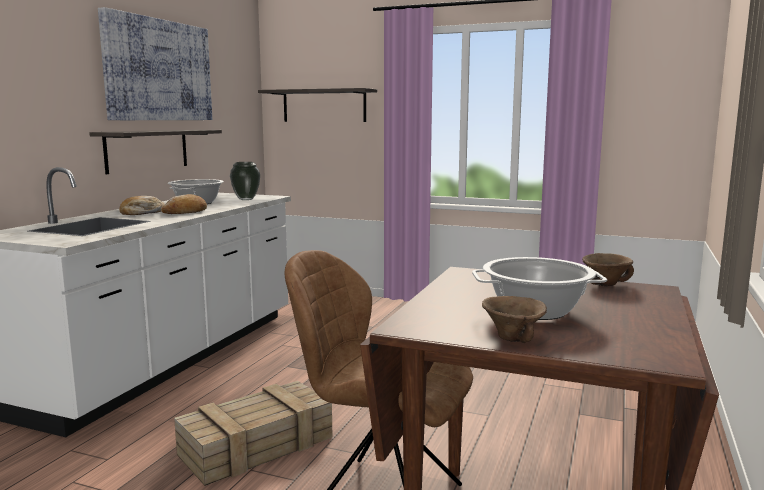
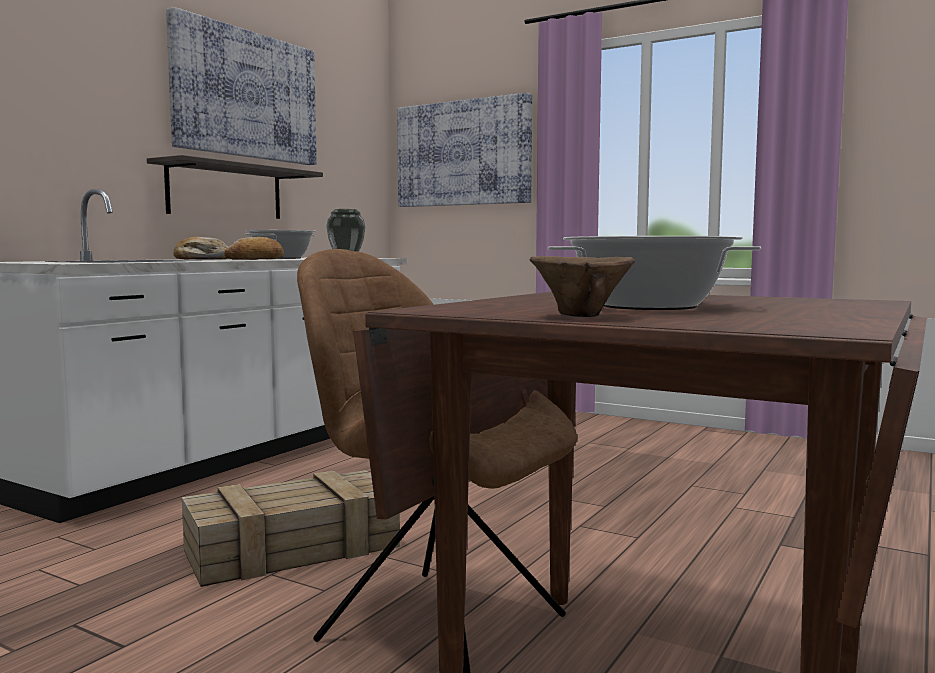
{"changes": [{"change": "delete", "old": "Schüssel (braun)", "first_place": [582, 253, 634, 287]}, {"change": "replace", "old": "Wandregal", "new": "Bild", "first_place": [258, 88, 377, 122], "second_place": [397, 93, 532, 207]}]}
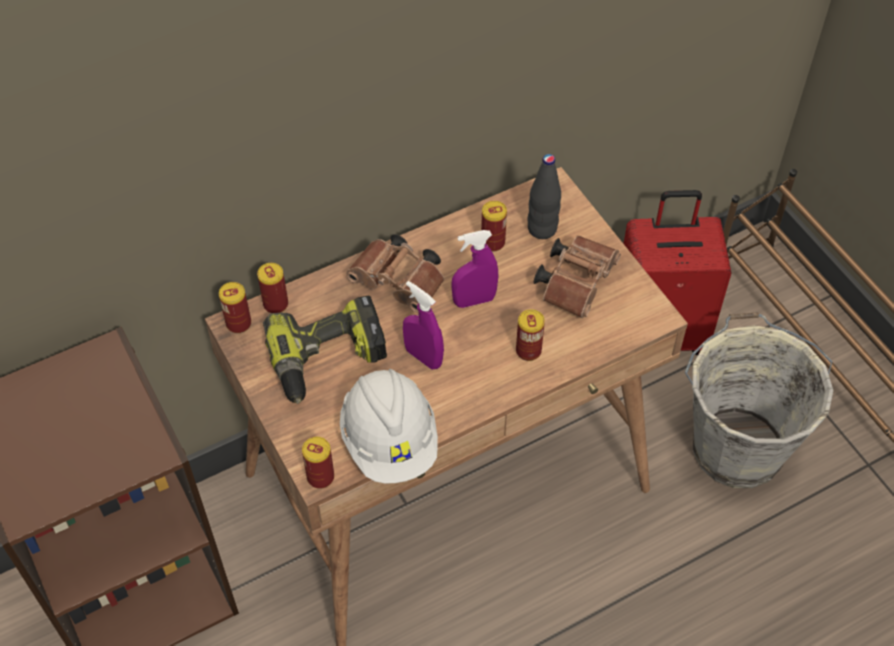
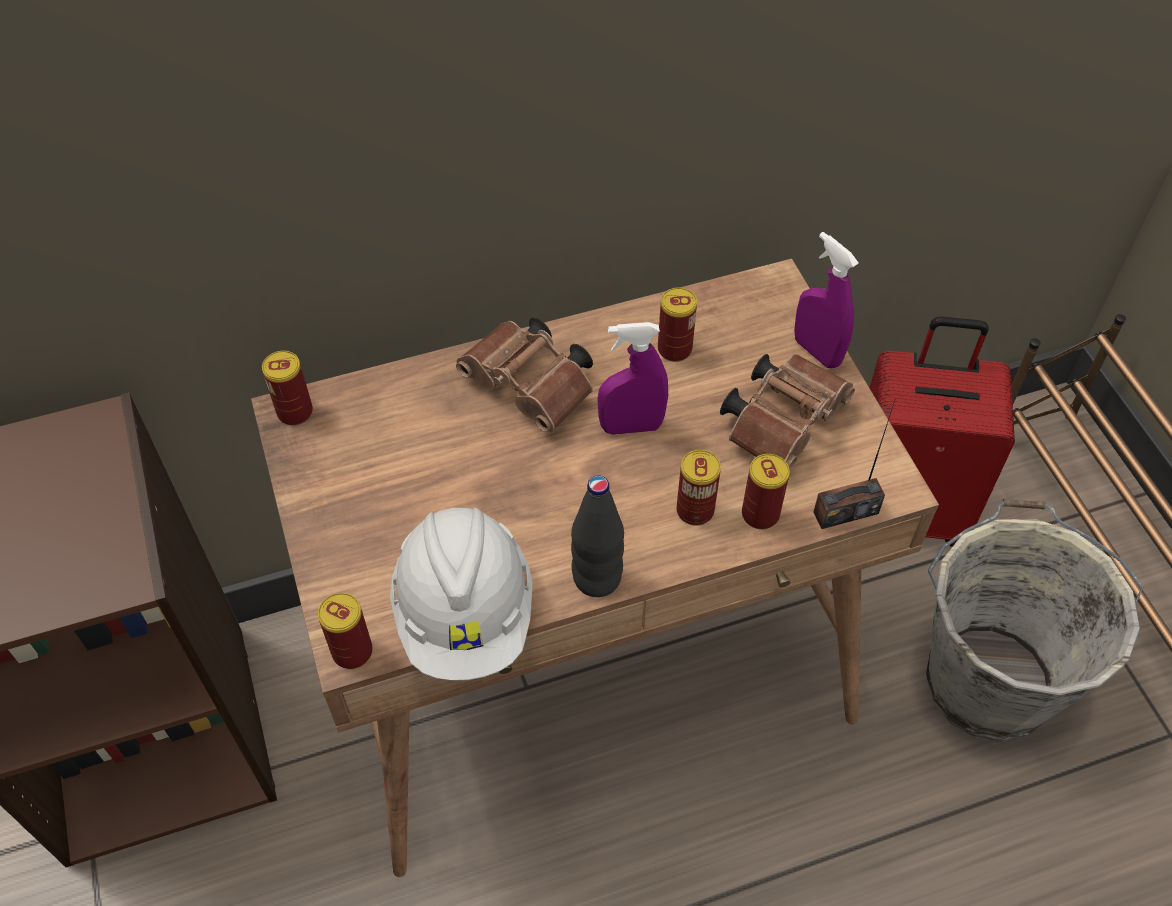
{"changes": [{"change": "delete", "old": "Bohrmaschine", "first_place": [263, 295, 387, 404]}, {"change": "insert", "new": "Radio", "second_place": [814, 398, 896, 529]}, {"change": "move", "old": "Dose", "first_place": [257, 263, 288, 313], "second_place": [742, 454, 790, 530]}, {"change": "move", "old": "Sprühflasche (lila)", "first_place": [403, 281, 444, 370], "second_place": [794, 232, 859, 369]}, {"change": "move", "old": "Flasche (schwarz)", "first_place": [527, 154, 561, 239], "second_place": [571, 475, 624, 597]}]}
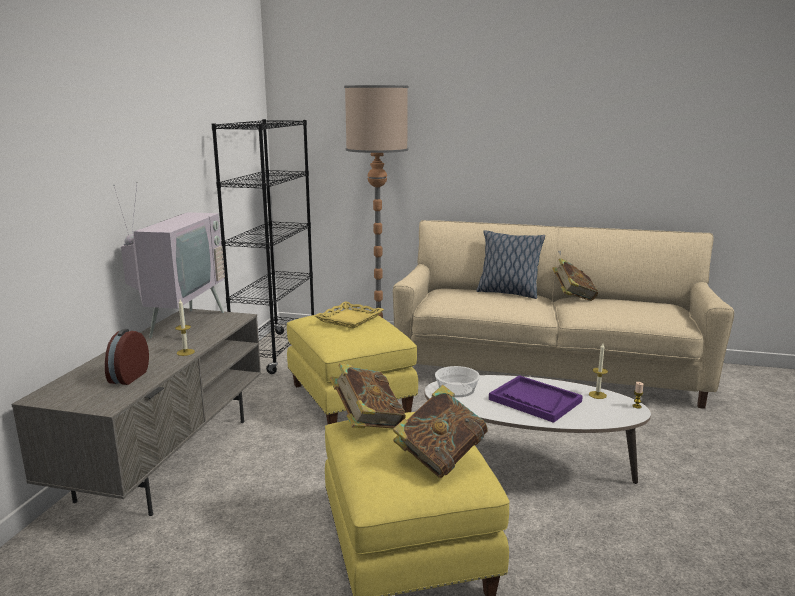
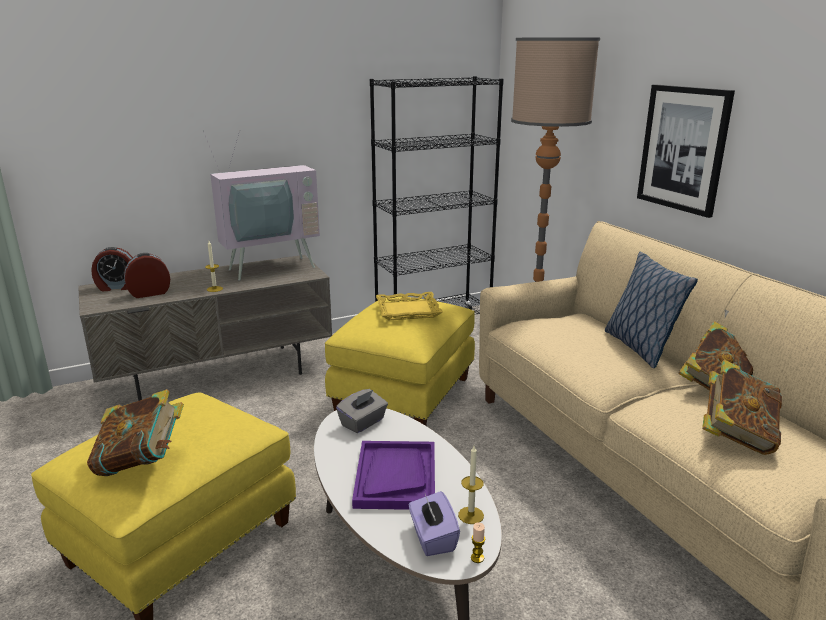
{"changes": [{"change": "insert", "new": "Wecker", "second_place": [91, 247, 133, 291]}, {"change": "insert", "new": "Taschentuchbox (lila)", "second_place": [409, 491, 460, 556]}, {"change": "insert", "new": "Bild", "second_place": [637, 85, 735, 218]}, {"change": "move", "old": "Buch", "first_place": [330, 363, 406, 428], "second_place": [702, 360, 782, 455]}, {"change": "replace", "old": "Schüssel", "new": "Taschentuchbox (grau)", "first_place": [435, 366, 480, 397], "second_place": [336, 389, 388, 433]}]}
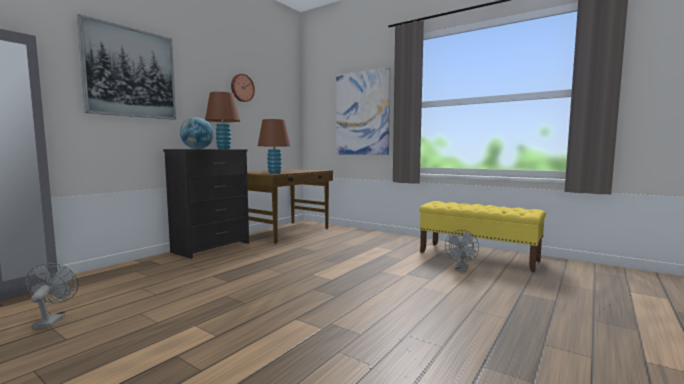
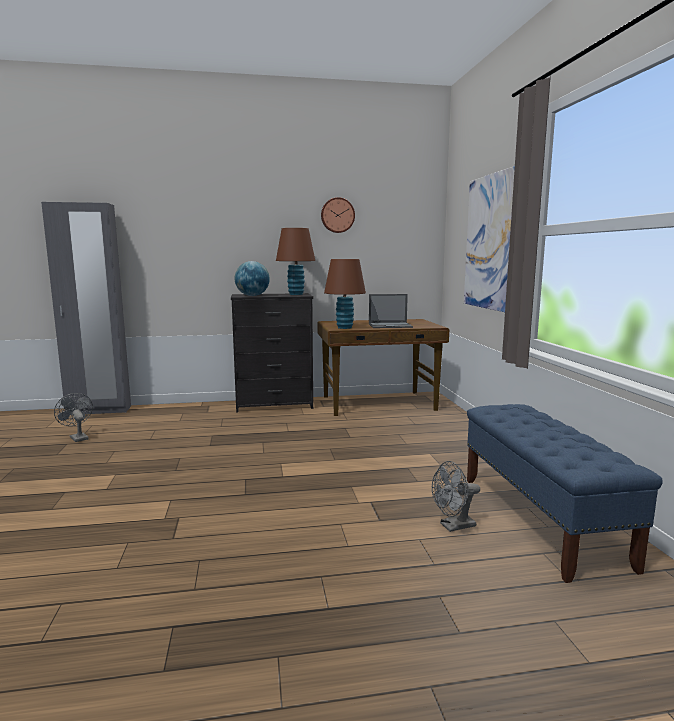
{"changes": [{"change": "delete", "old": "Bild", "first_place": [77, 14, 176, 120]}, {"change": "insert", "new": "Laptop", "second_place": [369, 294, 413, 328]}, {"change": "recolor", "old": "Bank (gelb)", "new": "Bank (blau)", "first_place": [419, 201, 546, 272], "second_place": [467, 404, 663, 583]}, {"change": "rotate", "old": "Ventilator (grau)", "first_place": [26, 263, 78, 329], "second_place": [54, 393, 93, 442], "degrees": -75}]}
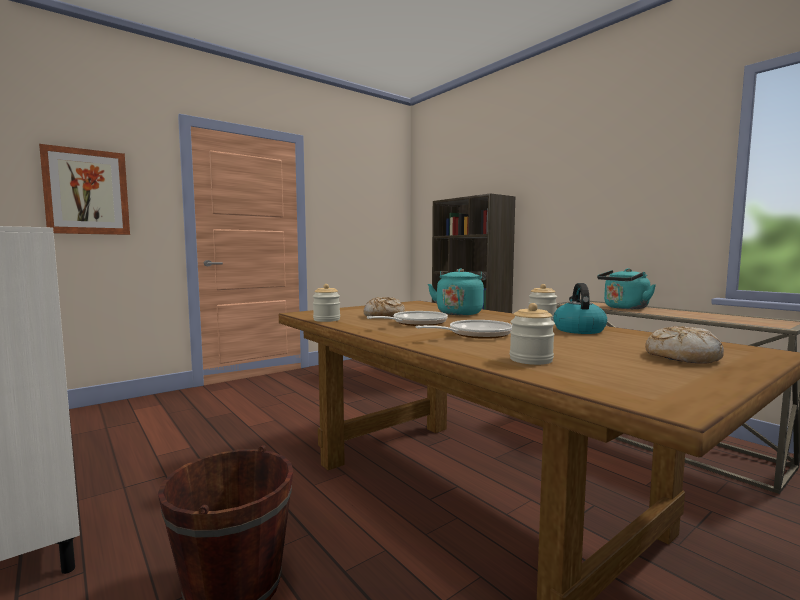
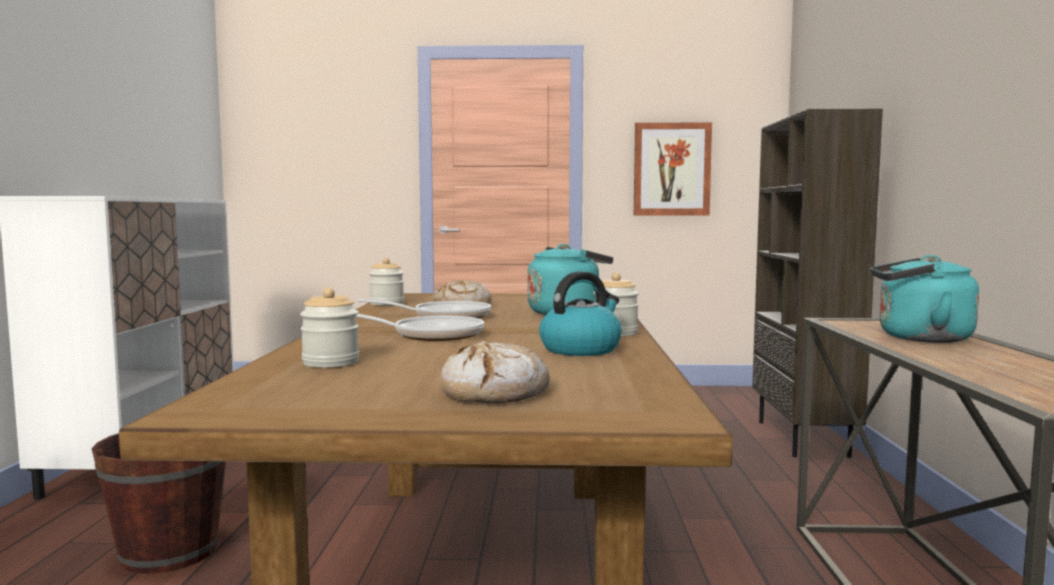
{"changes": [{"change": "move", "old": "Bild", "first_place": [39, 144, 130, 235], "second_place": [634, 123, 712, 216]}]}
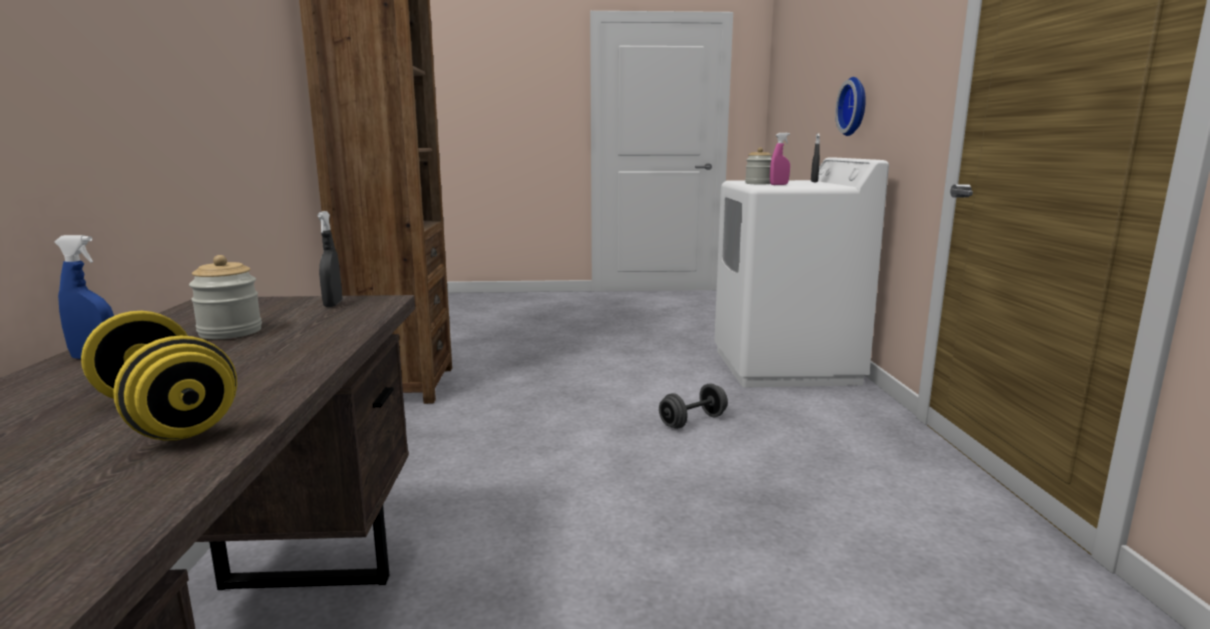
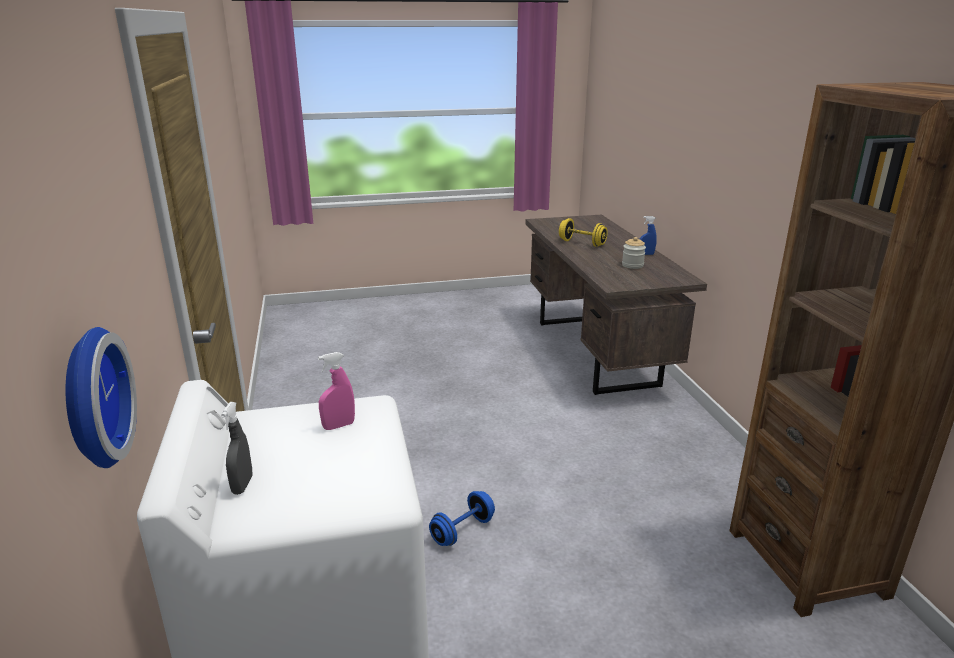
{"changes": [{"change": "delete", "old": "Sprühflasche (grau)", "first_place": [317, 211, 342, 307]}, {"change": "delete", "old": "Vorratsglas", "first_place": [745, 147, 772, 184]}, {"change": "recolor", "old": "Hantel (grau)", "new": "Hantel (blau)", "first_place": [659, 383, 728, 429], "second_place": [429, 491, 495, 546]}]}
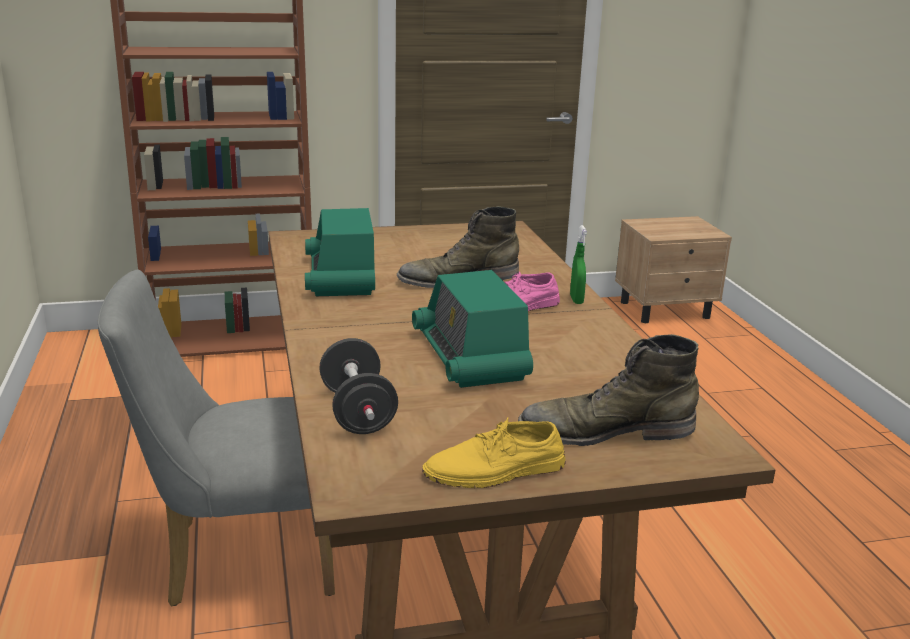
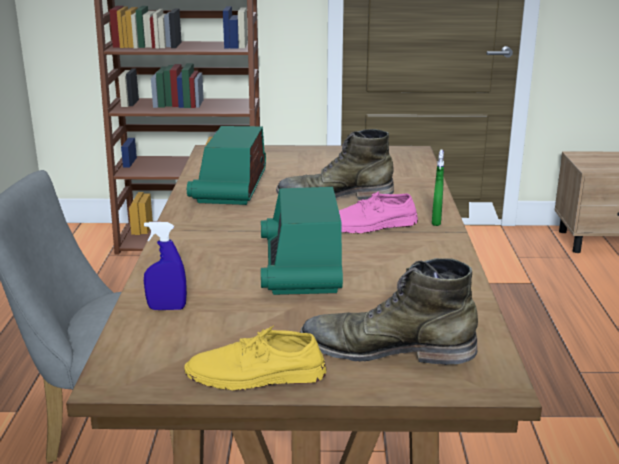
{"changes": [{"change": "replace", "old": "Hantel (schwarz)", "new": "Sprühflasche (blau)", "first_place": [319, 338, 398, 434], "second_place": [144, 222, 187, 310]}]}
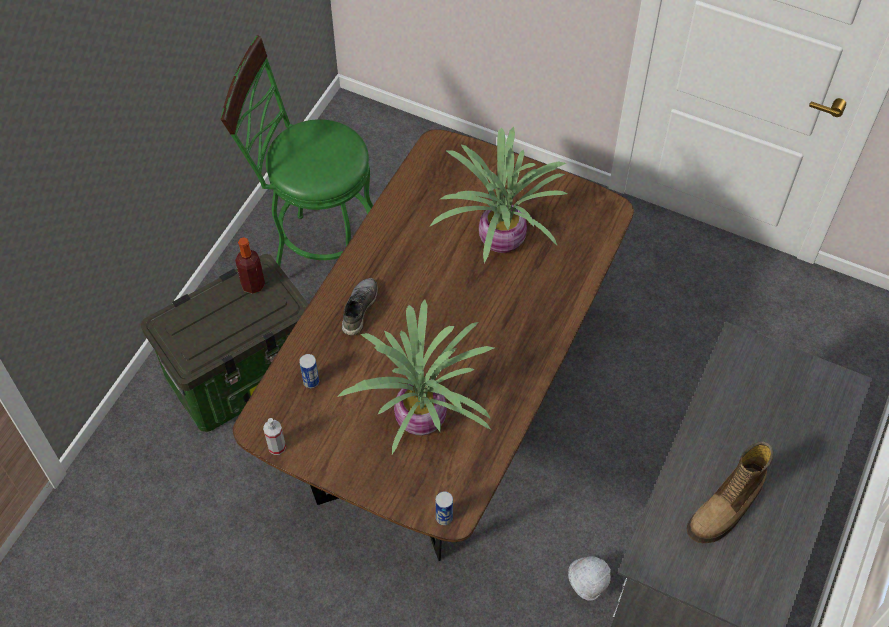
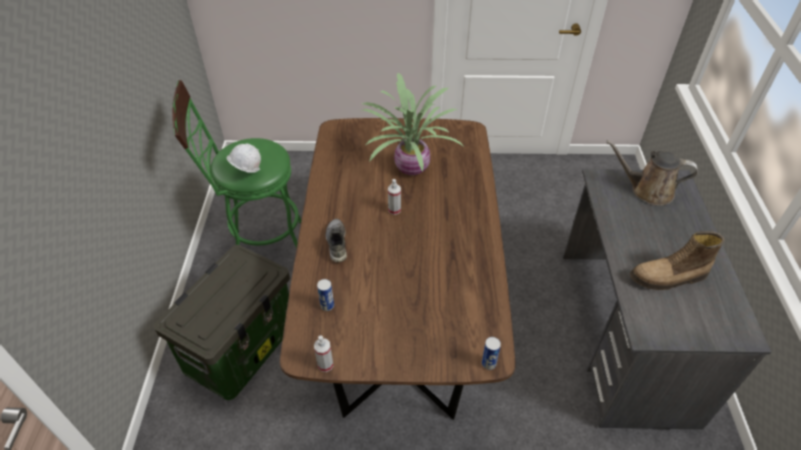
{"changes": [{"change": "delete", "old": "Flasche", "first_place": [235, 237, 265, 294]}, {"change": "delete", "old": "Topfpflanze", "first_place": [337, 299, 494, 454]}, {"change": "insert", "new": "Sprühflasche", "second_place": [388, 179, 401, 215]}, {"change": "insert", "new": "Gießkanne (braun)", "second_place": [606, 140, 698, 206]}, {"change": "move", "old": "Schutzhelm (weiß)", "first_place": [568, 556, 611, 601], "second_place": [227, 143, 261, 173]}, {"change": "rotate", "old": "Stiefel", "first_place": [687, 441, 773, 543], "second_place": [630, 231, 724, 290], "degrees": 60}]}
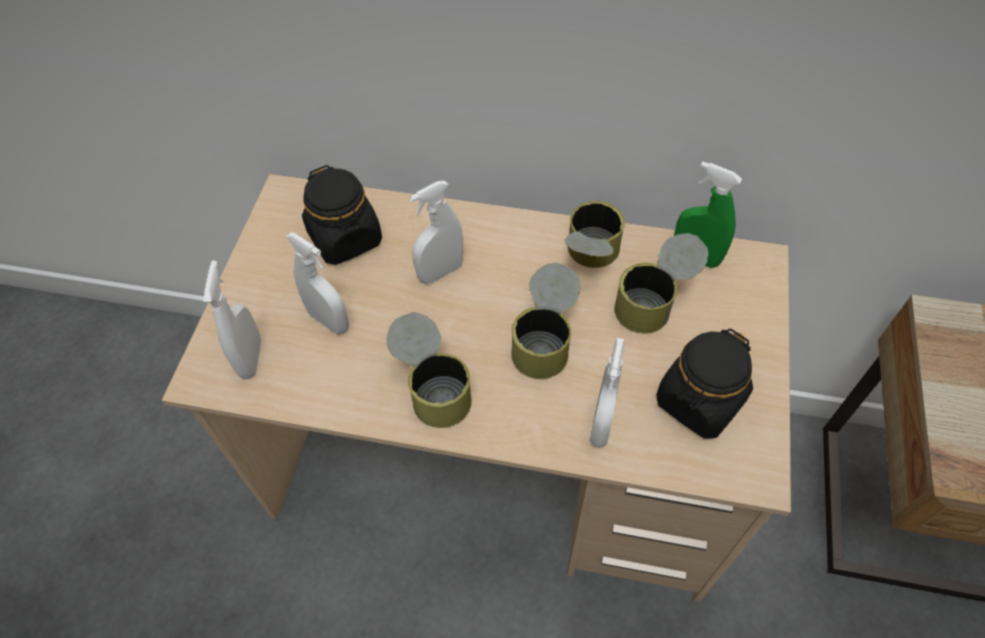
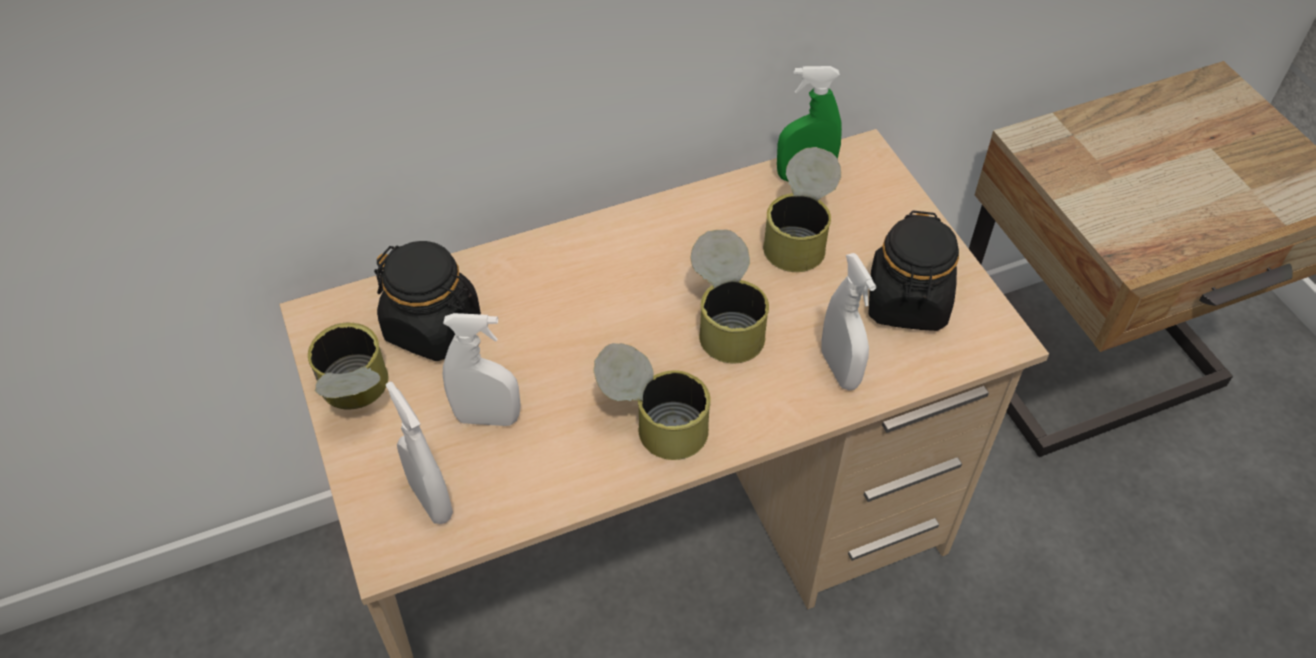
{"changes": [{"change": "delete", "old": "Sprühflasche (weiß)", "first_place": [410, 181, 463, 284]}, {"change": "move", "old": "Dose", "first_place": [565, 201, 625, 268], "second_place": [308, 323, 388, 409]}]}
